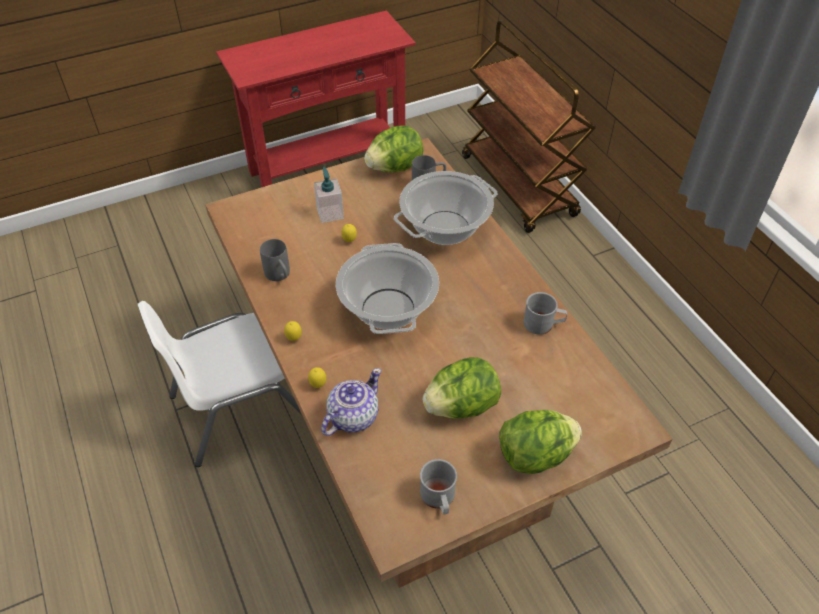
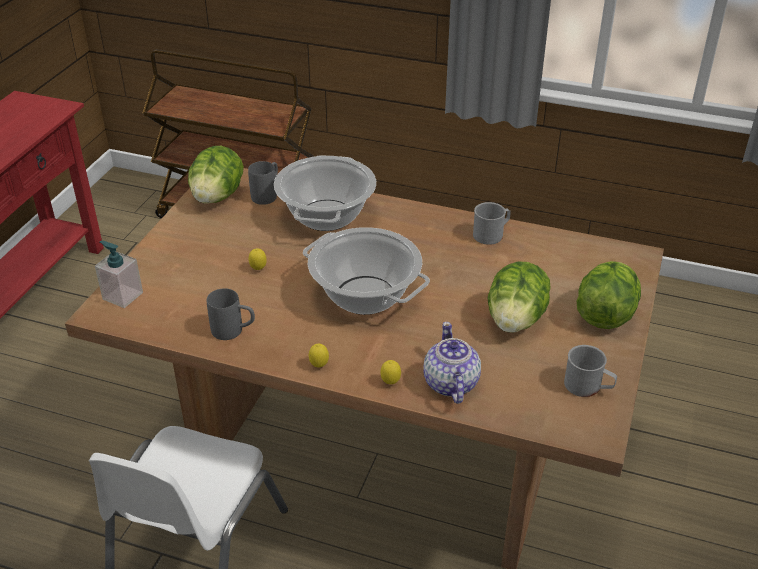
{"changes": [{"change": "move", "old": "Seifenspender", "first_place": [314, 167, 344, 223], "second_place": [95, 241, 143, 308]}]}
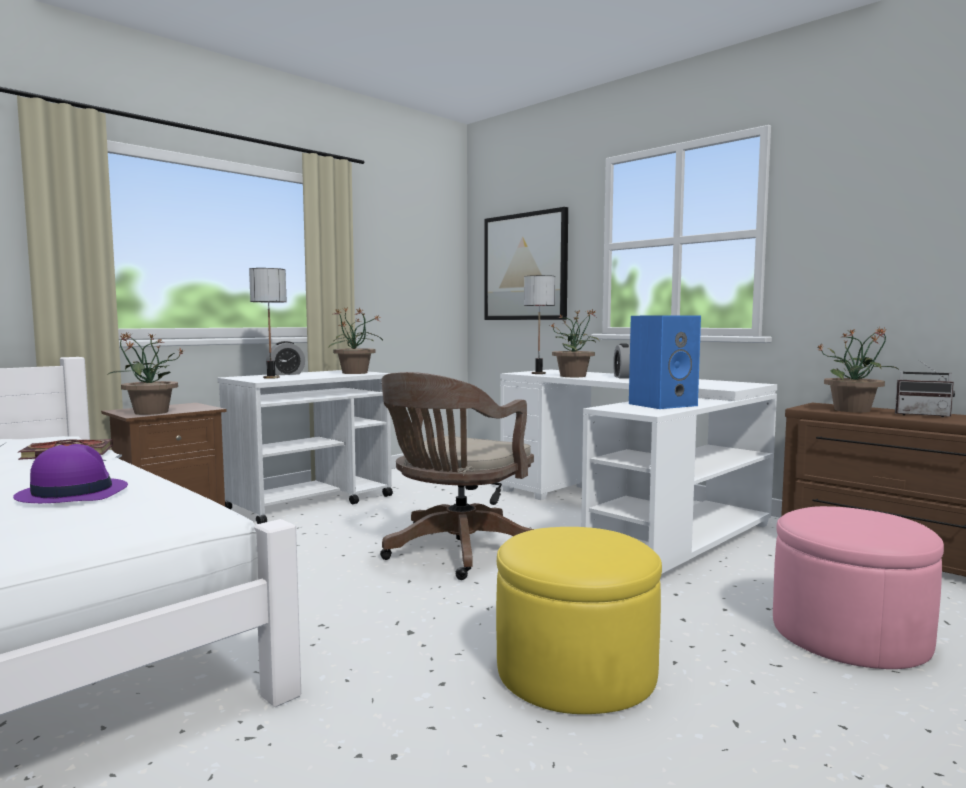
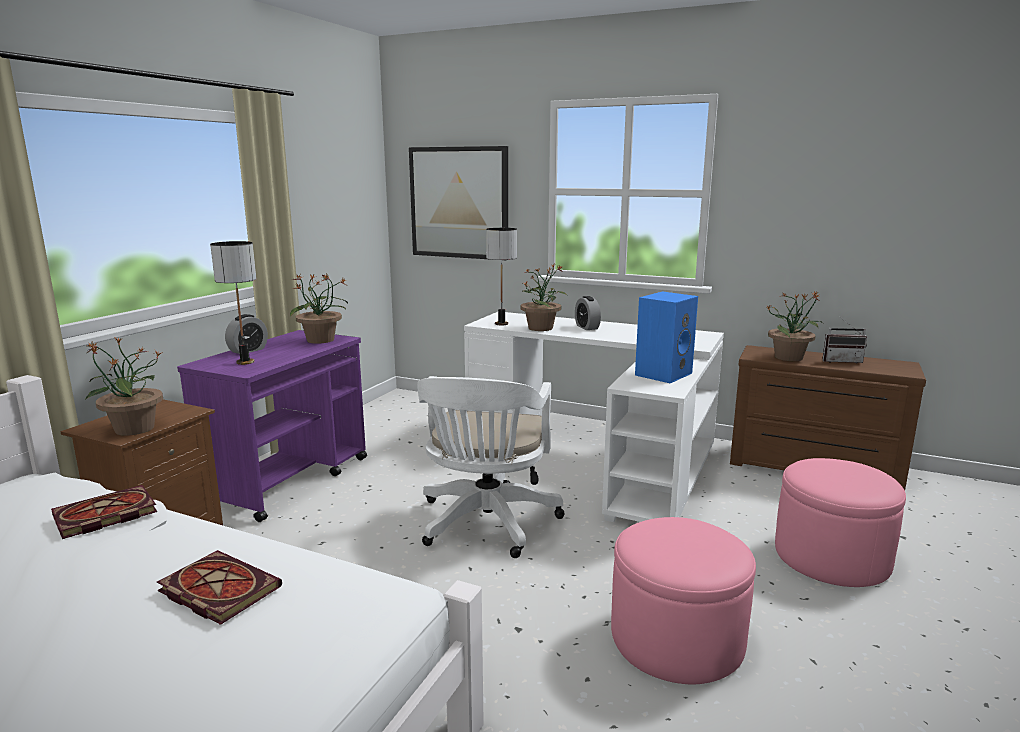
{"changes": [{"change": "replace", "old": "Hut (lila)", "new": "Buch", "first_place": [13, 444, 128, 503], "second_place": [156, 550, 282, 625]}, {"change": "recolor", "old": "Rollwagen (weiß)", "new": "Rollwagen (lila)", "first_place": [217, 370, 393, 524], "second_place": [177, 330, 367, 522]}, {"change": "recolor", "old": "Bürostuhl (braun)", "new": "Bürostuhl (weiß)", "first_place": [380, 372, 534, 580], "second_place": [417, 376, 565, 558]}, {"change": "recolor", "old": "Polsterhocker (gelb)", "new": "Polsterhocker (rosa)", "first_place": [496, 527, 662, 714], "second_place": [611, 517, 756, 684]}]}
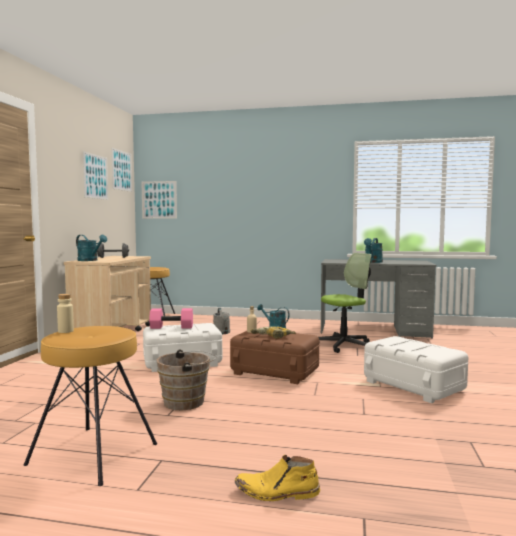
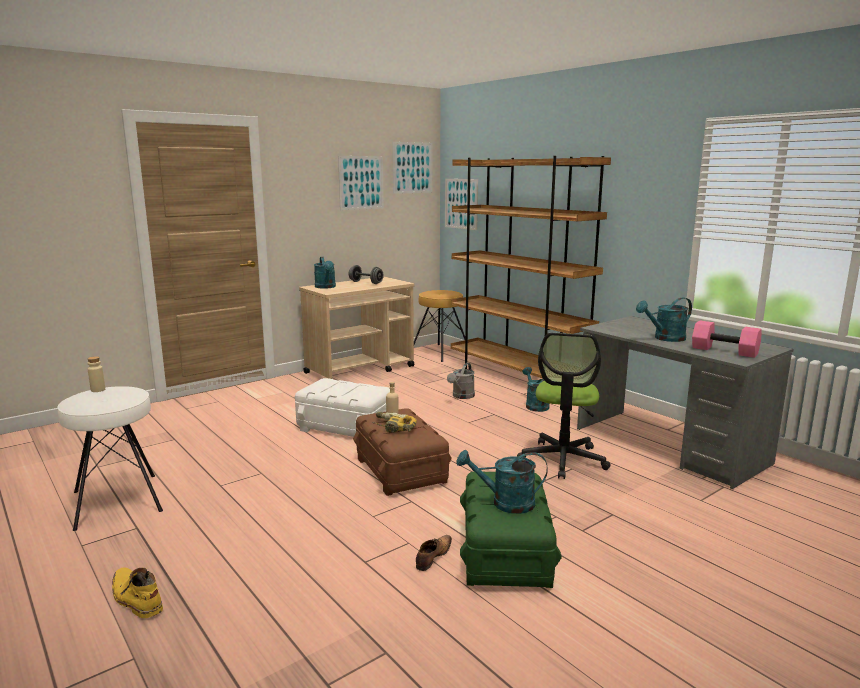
{"changes": [{"change": "delete", "old": "Eimer (braun)", "first_place": [156, 350, 216, 410]}, {"change": "insert", "new": "Schuh", "second_place": [416, 535, 452, 571]}, {"change": "insert", "new": "Bücherregal (braun)", "second_place": [451, 156, 611, 379]}, {"change": "insert", "new": "Gießkanne (türkis)", "second_place": [456, 450, 548, 514]}, {"change": "move", "old": "Hantel (rosa)", "first_place": [149, 308, 193, 329], "second_place": [692, 321, 762, 358]}, {"change": "recolor", "old": "Hocker (braun)", "new": "Hocker (weiß)", "first_place": [24, 326, 157, 486], "second_place": [57, 386, 163, 531]}, {"change": "recolor", "old": "Aufbewahrungsbox (weiß)", "new": "Aufbewahrungsbox (grün)", "first_place": [364, 336, 468, 403], "second_place": [460, 472, 562, 588]}, {"change": "rotate", "old": "Bürostuhl", "first_place": [319, 253, 372, 353], "second_place": [517, 333, 611, 479], "degrees": 90}]}
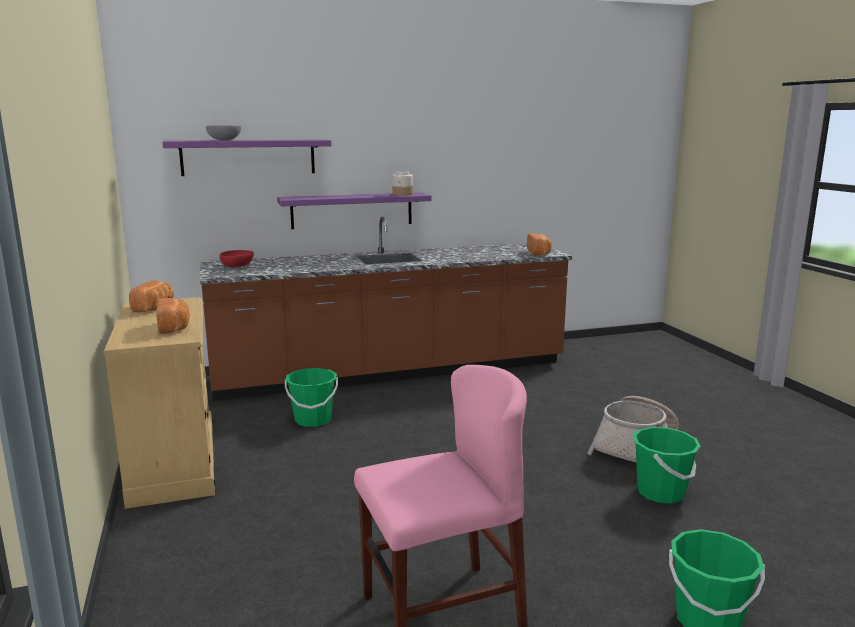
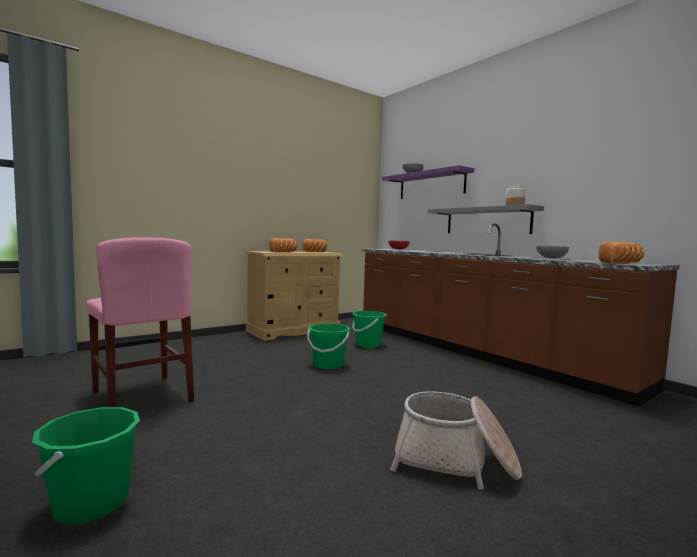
{"changes": [{"change": "insert", "new": "Schüssel (grau)", "second_place": [536, 245, 569, 259]}, {"change": "move", "old": "Eimer (grün)", "first_place": [633, 427, 701, 504], "second_place": [307, 323, 350, 369]}, {"change": "recolor", "old": "Wandregal (lila)", "new": "Wandregal (grau)", "first_place": [277, 192, 432, 229], "second_place": [428, 204, 544, 234]}]}
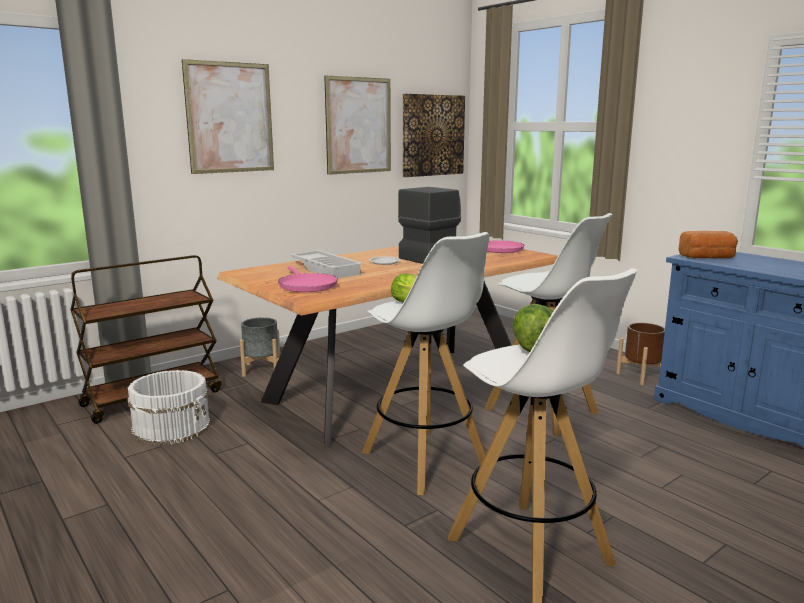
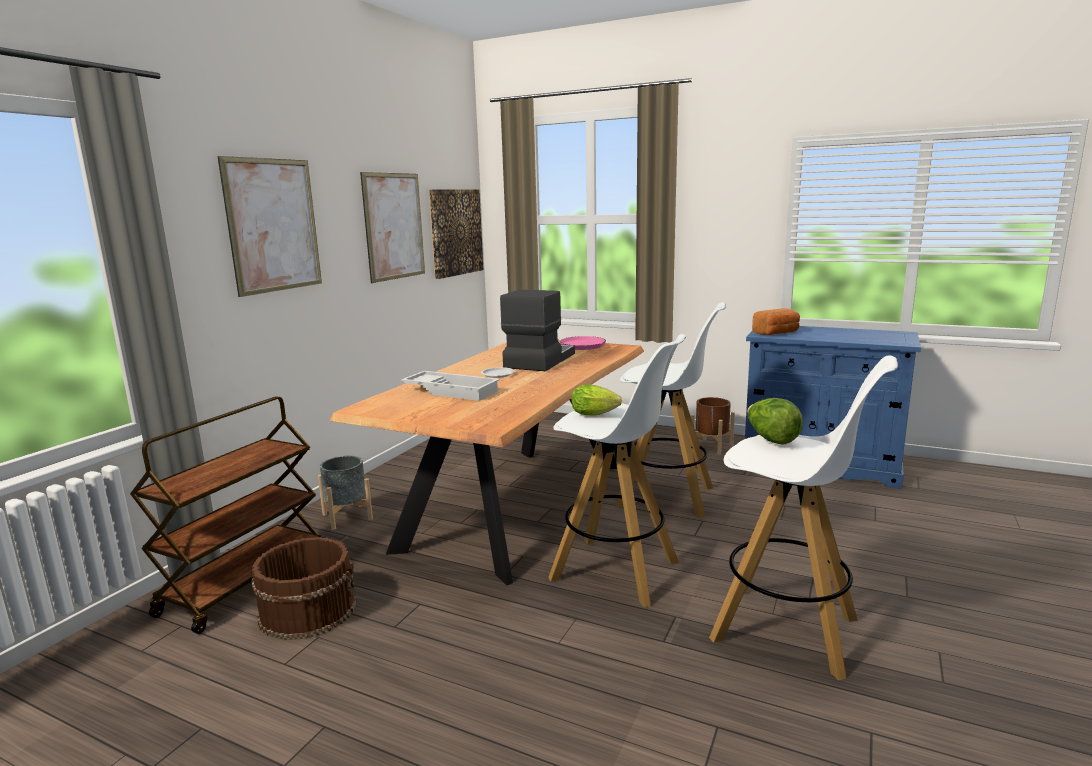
{"changes": [{"change": "delete", "old": "Pfanne (rosa)", "first_place": [278, 266, 338, 292]}, {"change": "recolor", "old": "Eimer (weiß)", "new": "Eimer (braun)", "first_place": [128, 370, 211, 445], "second_place": [251, 537, 356, 640]}]}
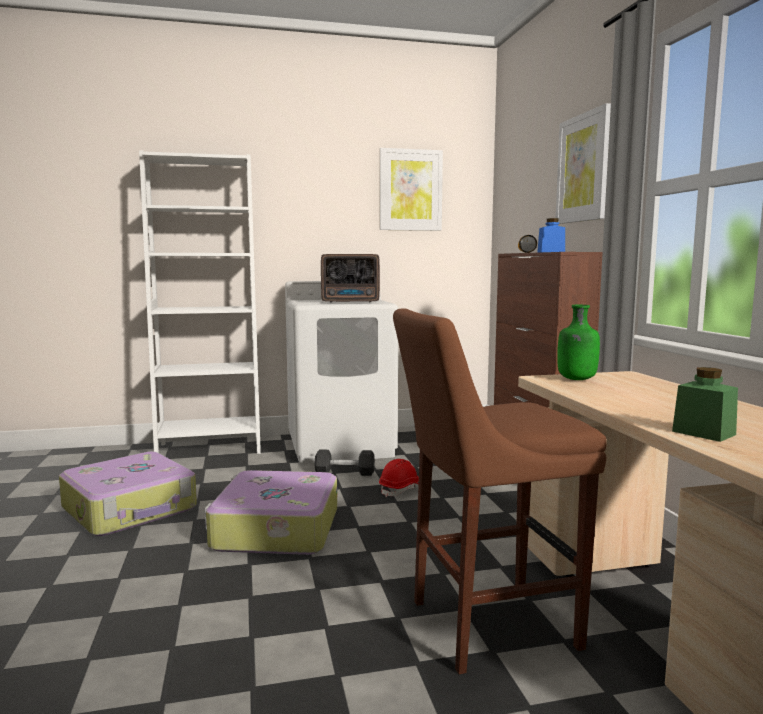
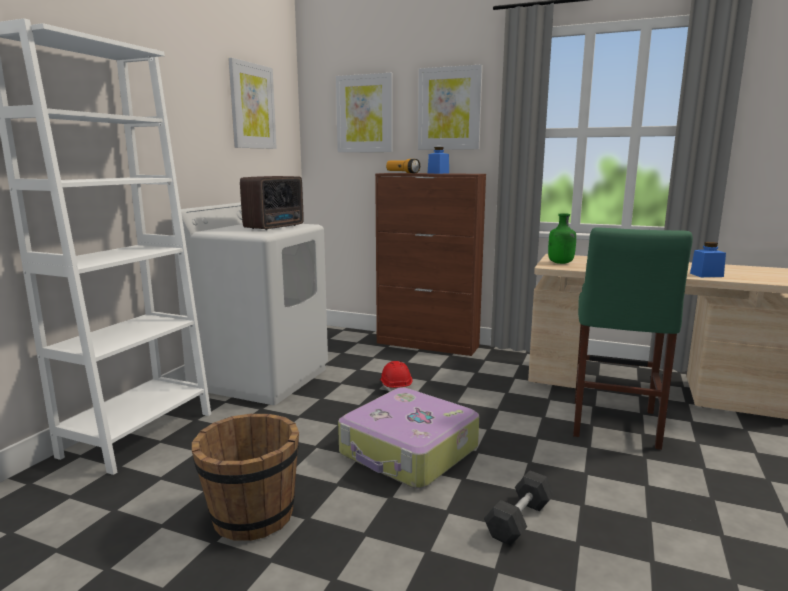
{"changes": [{"change": "insert", "new": "Bild", "second_place": [336, 73, 393, 152]}, {"change": "move", "old": "Hantel (grau)", "first_place": [314, 450, 375, 476], "second_place": [484, 471, 555, 546]}, {"change": "replace", "old": "Koffer", "new": "Eimer (braun)", "first_place": [59, 452, 197, 536], "second_place": [192, 414, 299, 541]}, {"change": "recolor", "old": "Hocker (braun)", "new": "Hocker (grün)", "first_place": [393, 308, 607, 674], "second_place": [573, 227, 693, 450]}, {"change": "recolor", "old": "Vorratsglas (grün)", "new": "Vorratsglas (blau)", "first_place": [672, 367, 738, 442], "second_place": [690, 242, 726, 277]}]}
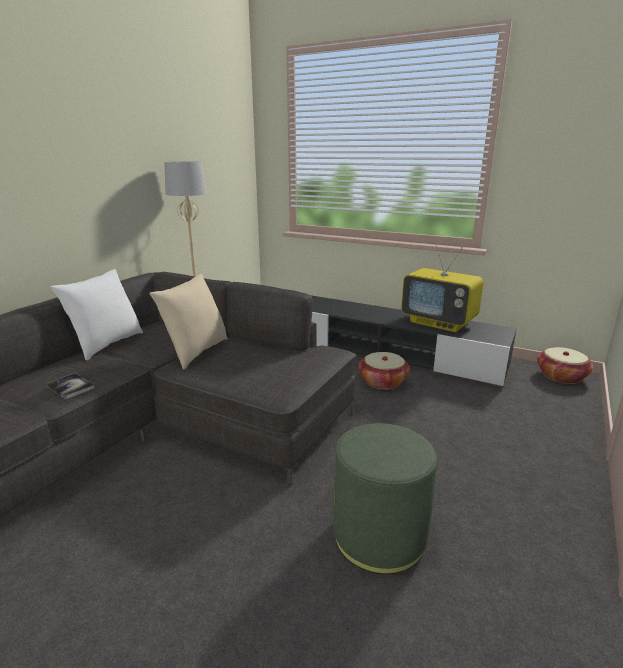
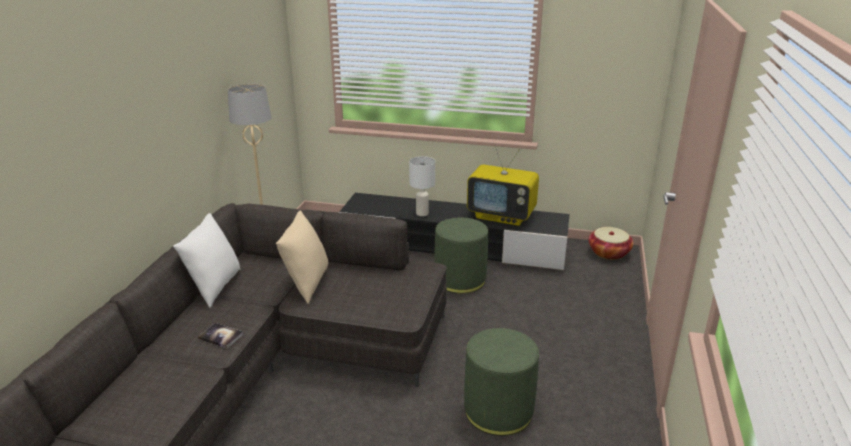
{"changes": [{"change": "insert", "new": "Tischlampe (weiß)", "second_place": [409, 156, 435, 216]}, {"change": "replace", "old": "Korb", "new": "Polsterhocker (grün)", "first_place": [359, 352, 410, 389], "second_place": [434, 218, 488, 294]}]}
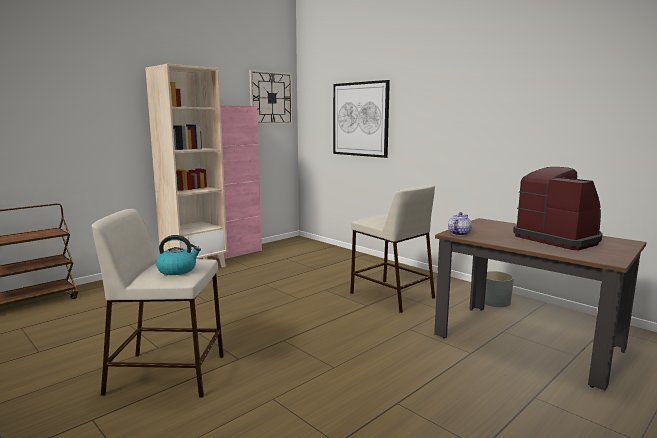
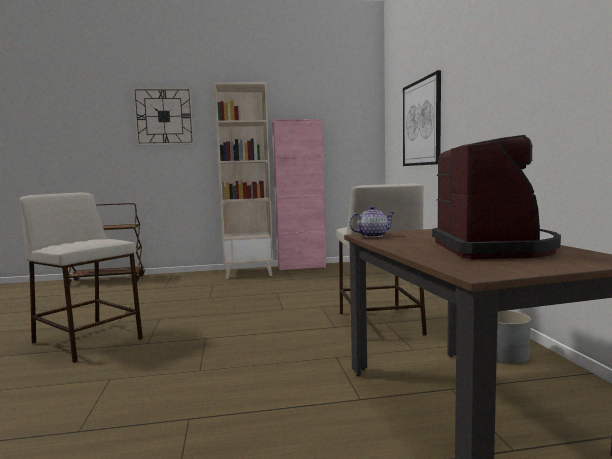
{"changes": [{"change": "delete", "old": "Wasserkessel", "first_place": [156, 235, 201, 275]}, {"change": "move", "old": "Wanduhr", "first_place": [249, 70, 293, 125], "second_place": [132, 87, 195, 146]}]}
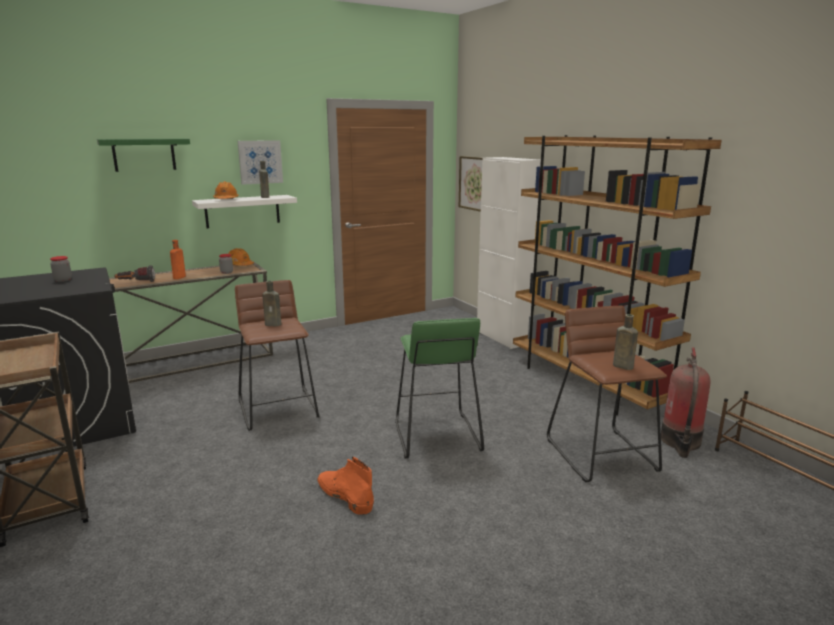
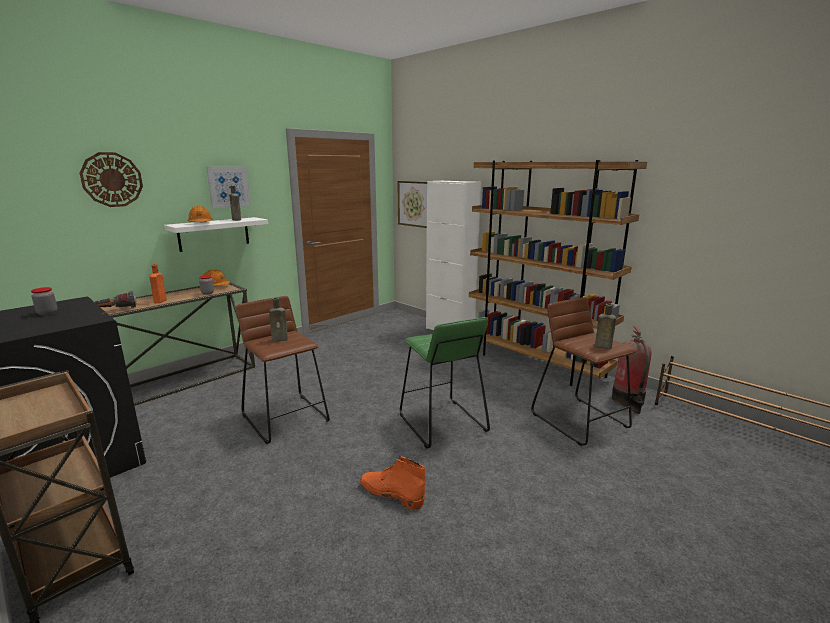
{"changes": [{"change": "replace", "old": "Wandregal (grün)", "new": "Wanduhr", "first_place": [97, 138, 190, 172], "second_place": [80, 152, 143, 207]}]}
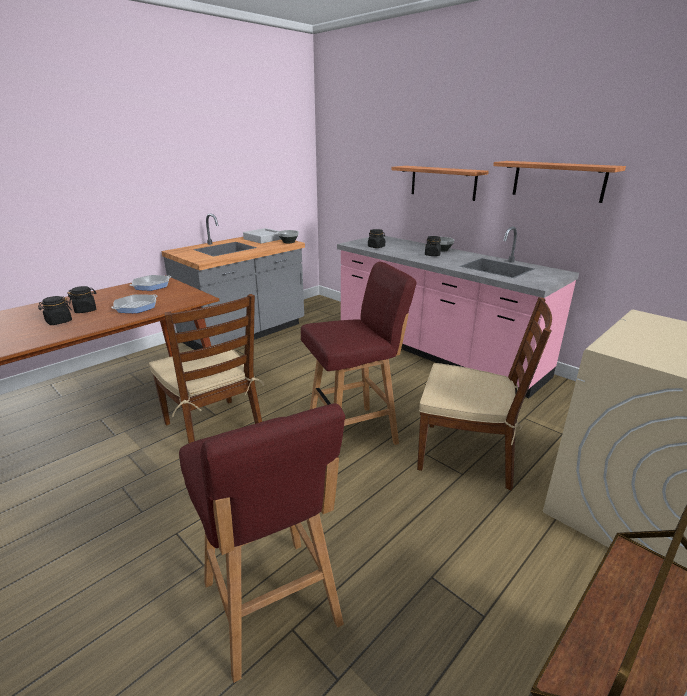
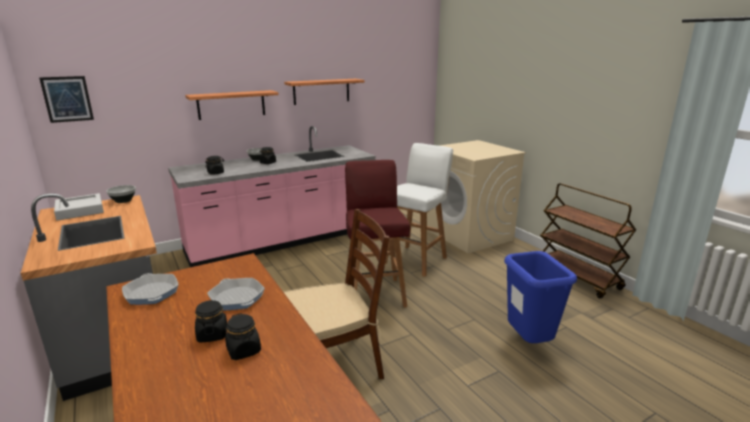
{"changes": [{"change": "insert", "new": "Bild", "second_place": [39, 76, 94, 123]}, {"change": "replace", "old": "Hocker (rot)", "new": "Mülleimer (blau)", "first_place": [179, 403, 345, 683], "second_place": [504, 251, 577, 343]}, {"change": "replace", "old": "Stuhl (braun)", "new": "Hocker (weiß)", "first_place": [417, 297, 552, 491], "second_place": [385, 143, 453, 277]}]}
